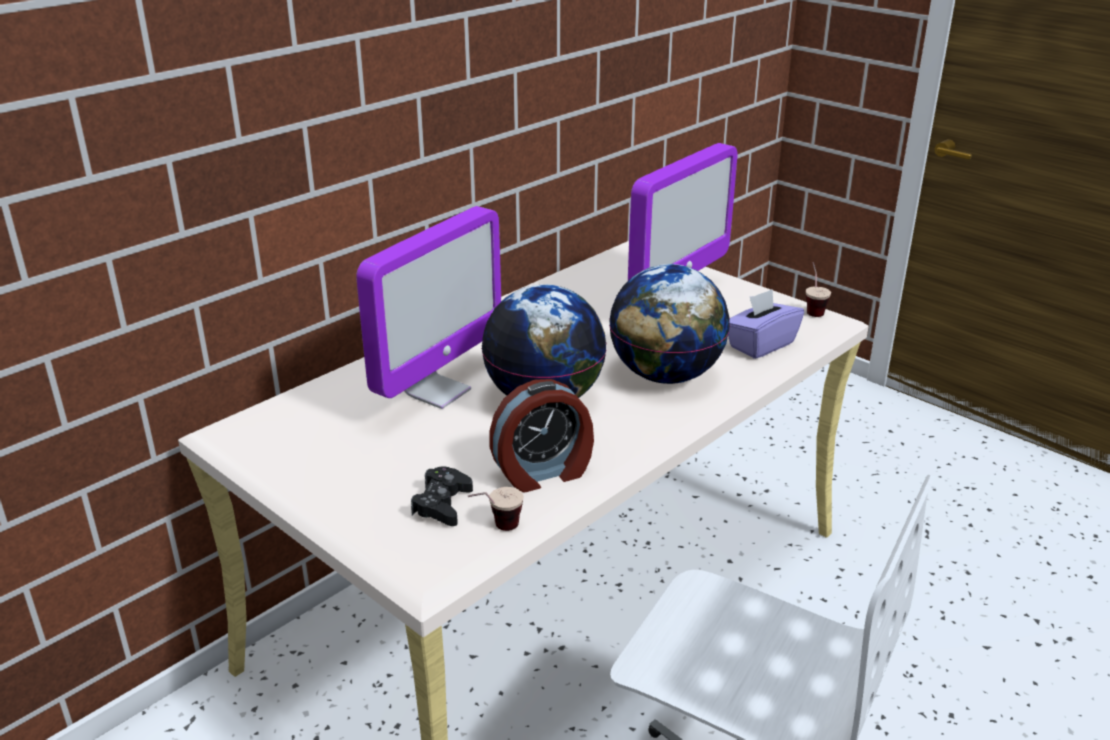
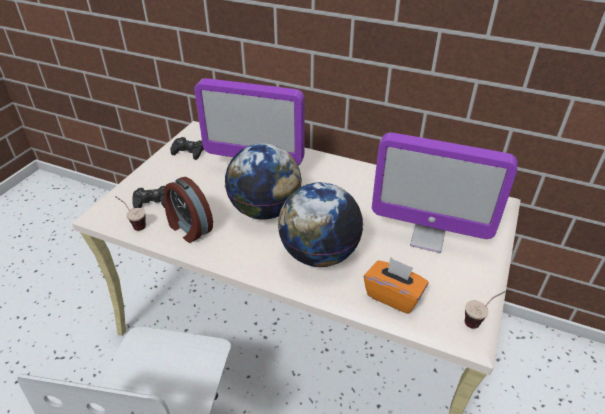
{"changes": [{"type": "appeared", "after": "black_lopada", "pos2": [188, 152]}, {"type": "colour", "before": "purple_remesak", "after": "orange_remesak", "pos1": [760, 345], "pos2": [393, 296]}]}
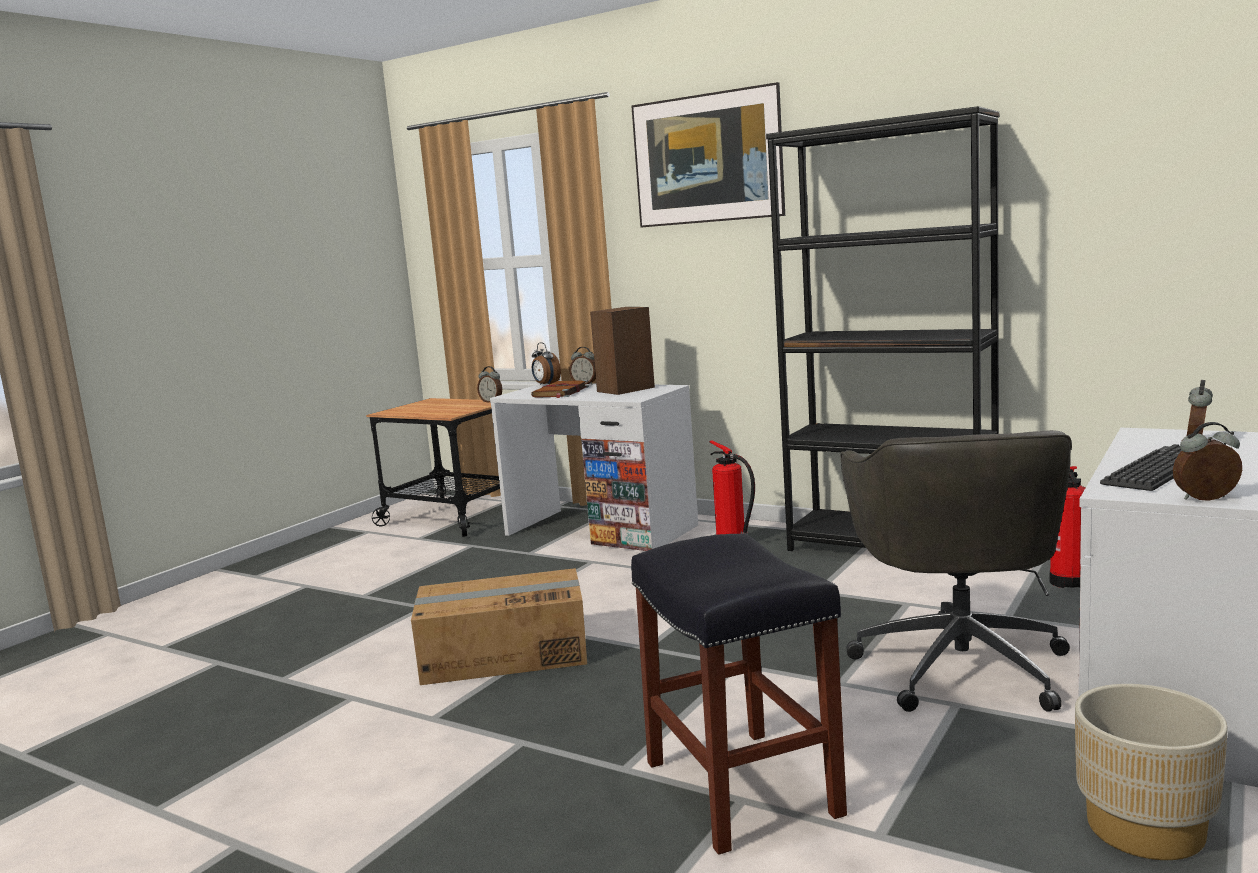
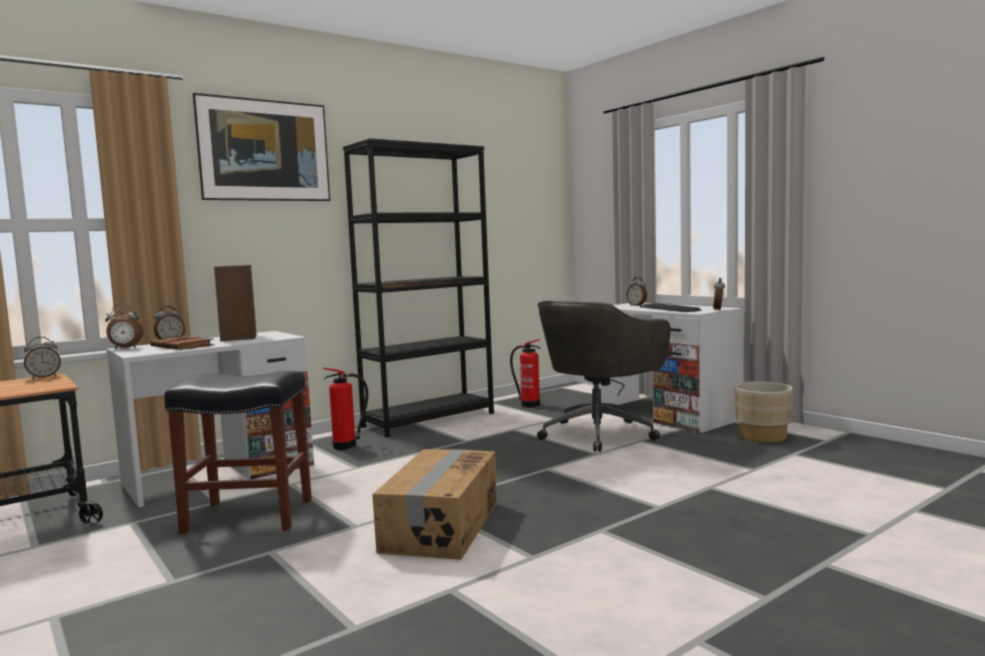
{"changes": [{"type": "relocated", "before": "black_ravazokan", "pos1": [738, 787], "pos2": [247, 516]}, {"type": "spun", "before": "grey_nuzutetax", "pos1": [960, 664], "pos2": [600, 433], "turn": 105}]}
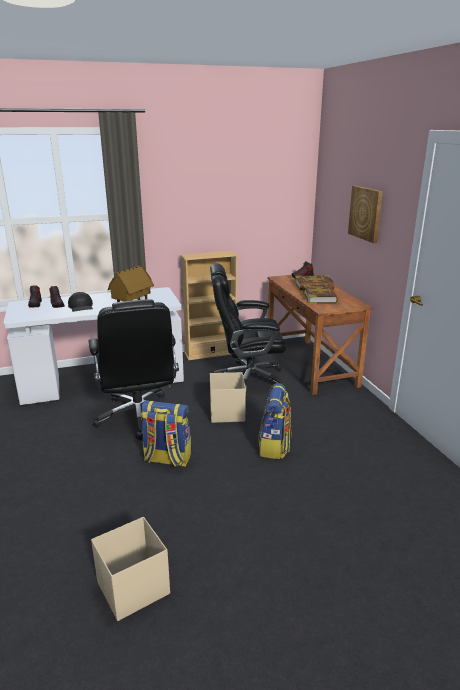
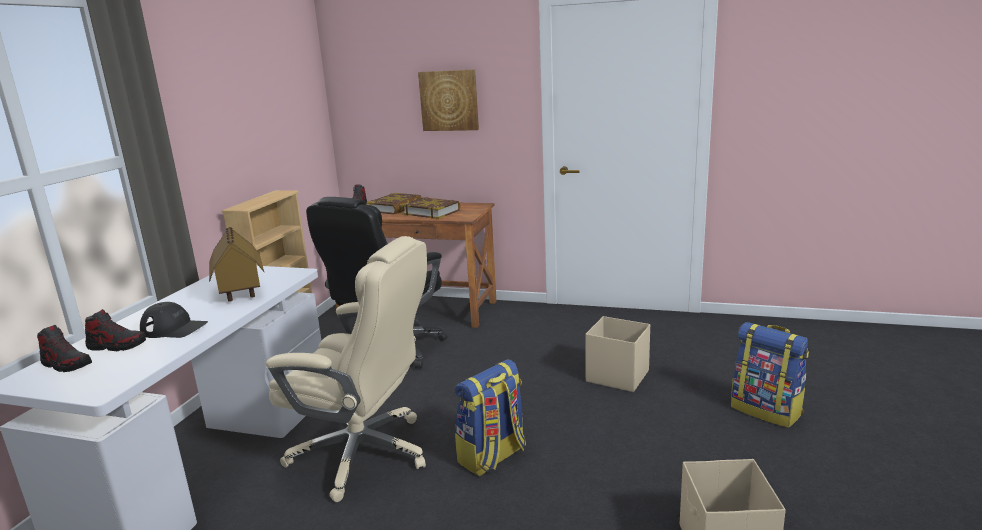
{"changes": [{"type": "colour", "before": "black_nuzutetax", "after": "beige_nuzutetax", "pos1": [139, 417], "pos2": [364, 453]}, {"type": "relocated", "before": "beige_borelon", "pos1": [227, 412], "pos2": [616, 376]}, {"type": "relocated", "before": "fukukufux", "pos1": [274, 446], "pos2": [767, 410]}]}
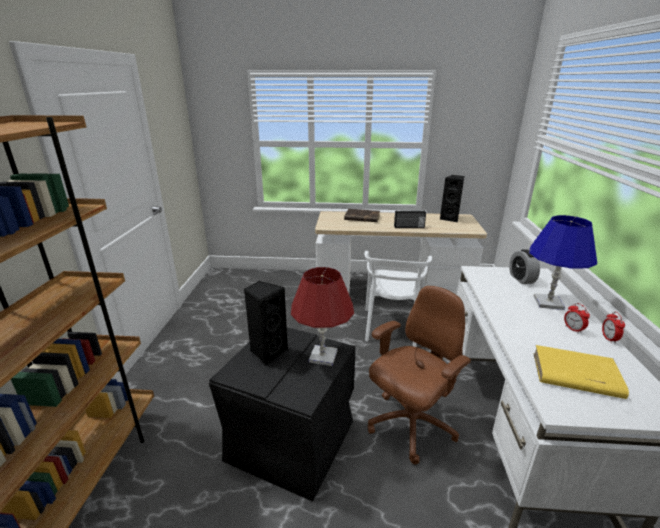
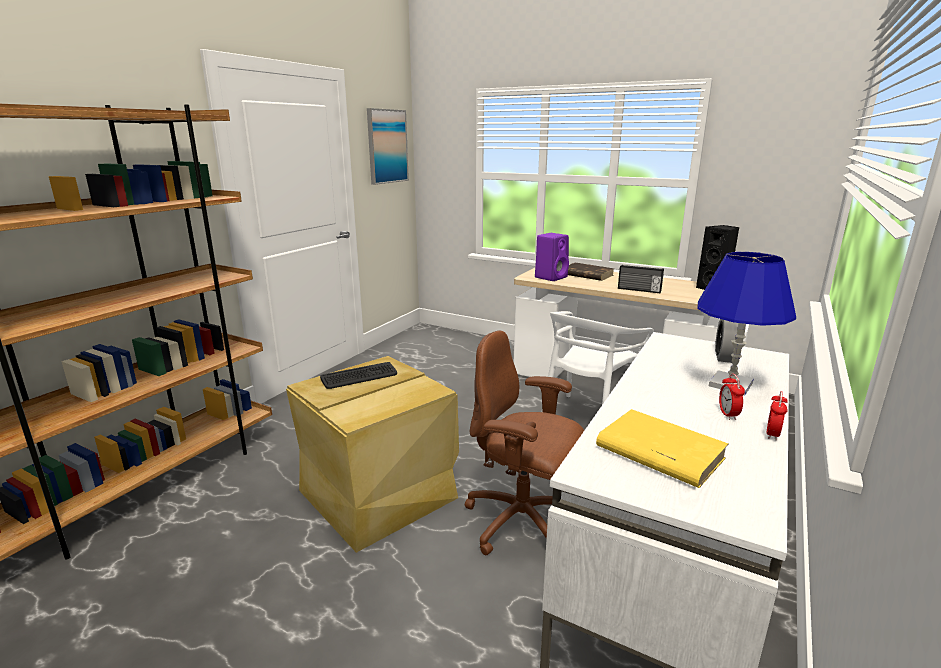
{"changes": [{"type": "colour", "before": "black_borelon", "after": "beige_borelon", "pos1": [293, 439], "pos2": [380, 494]}, {"type": "exchanged", "before": "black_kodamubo", "after": "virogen", "pos1": [268, 352], "pos2": [359, 376]}, {"type": "appeared", "after": "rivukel", "pos2": [387, 146]}, {"type": "spun", "before": "brown_nuzutetax", "pos1": [410, 425], "pos2": [523, 522], "turn": -135}, {"type": "appeared", "after": "purple_kodamubo", "pos2": [551, 277]}, {"type": "missing", "before": "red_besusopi", "pos1": [323, 356]}]}
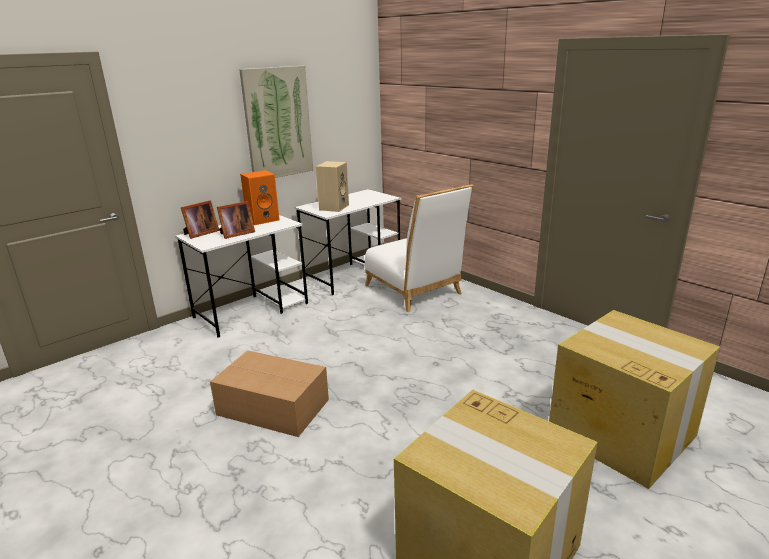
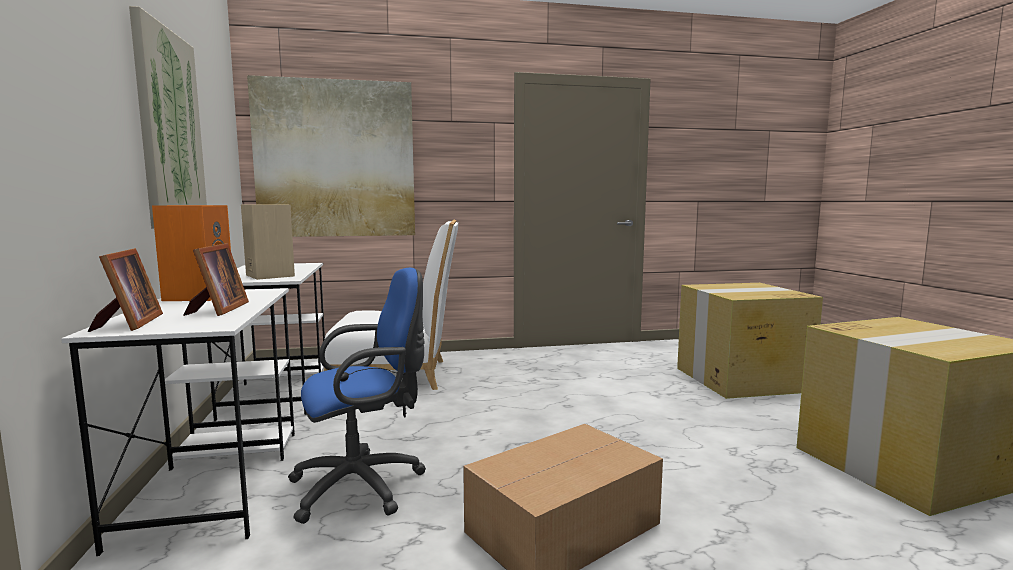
{"changes": [{"type": "appeared", "after": "rivukel", "pos2": [336, 159]}, {"type": "appeared", "after": "blue_nuzutetax", "pos2": [364, 485]}]}
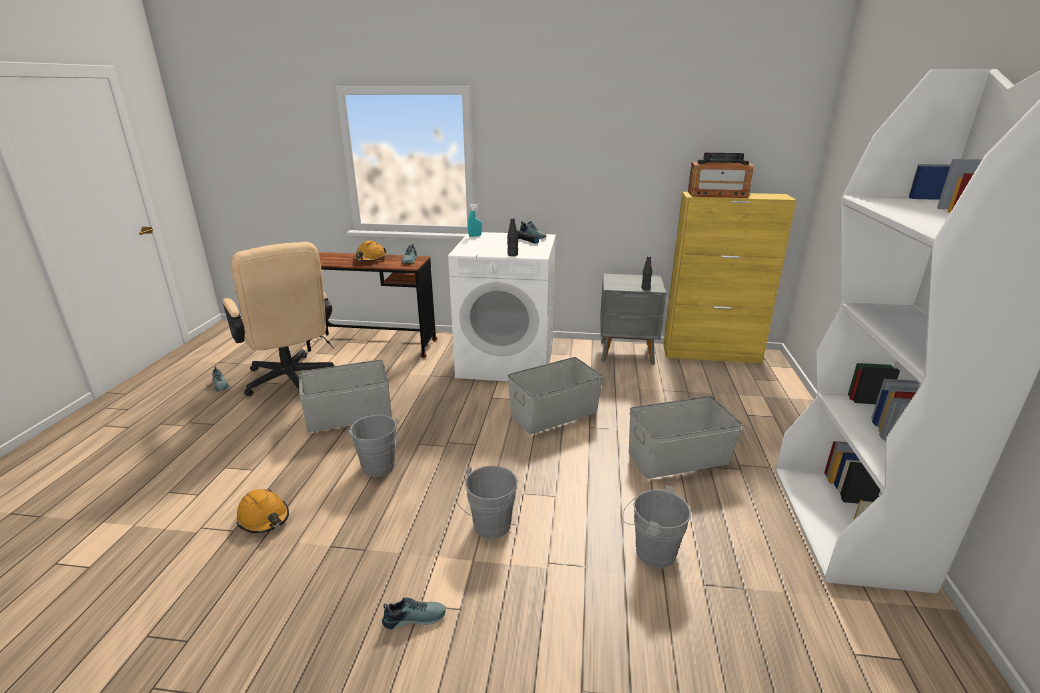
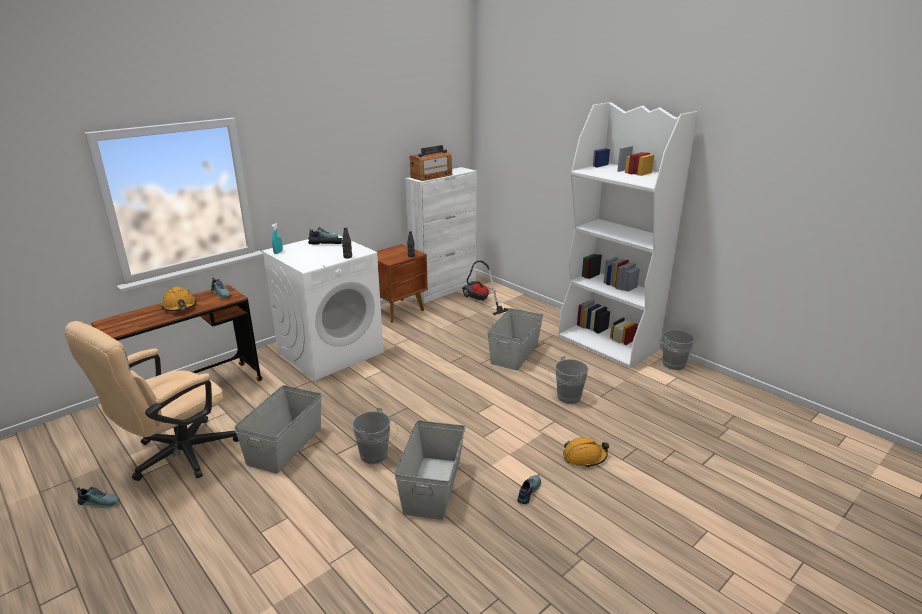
{"changes": [{"type": "spun", "before": "beige_nuzutetax", "pos1": [292, 381], "pos2": [175, 457], "turn": 120}, {"type": "colour", "before": "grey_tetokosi", "after": "brown_tetokosi", "pos1": [627, 353], "pos2": [398, 310]}, {"type": "relocated", "before": "grey_borelon", "pos1": [553, 414], "pos2": [432, 486]}, {"type": "colour", "before": "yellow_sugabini", "after": "white_sugabini", "pos1": [711, 354], "pos2": [444, 290]}, {"type": "appeared", "after": "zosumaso", "pos2": [480, 301]}, {"type": "relocated", "before": "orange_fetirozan", "pos1": [264, 518], "pos2": [584, 457]}, {"type": "relocated", "before": "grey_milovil", "pos1": [489, 528], "pos2": [675, 365]}]}
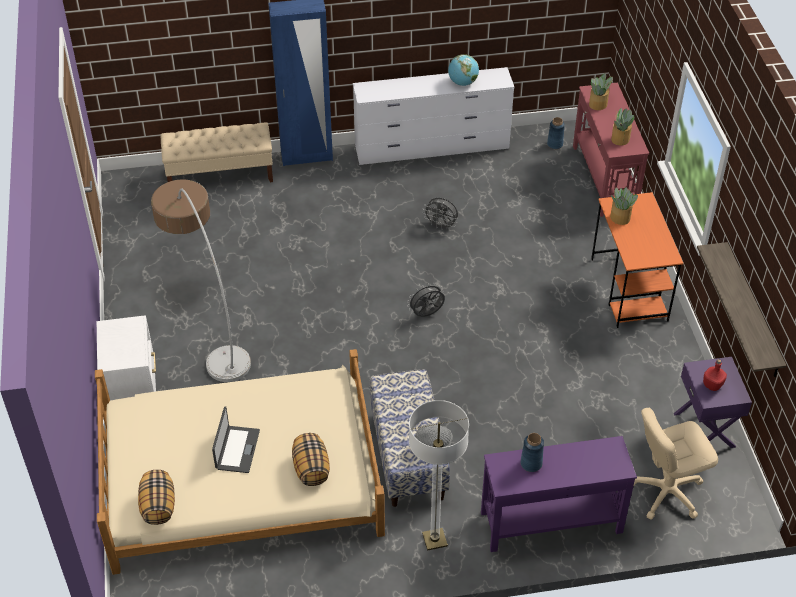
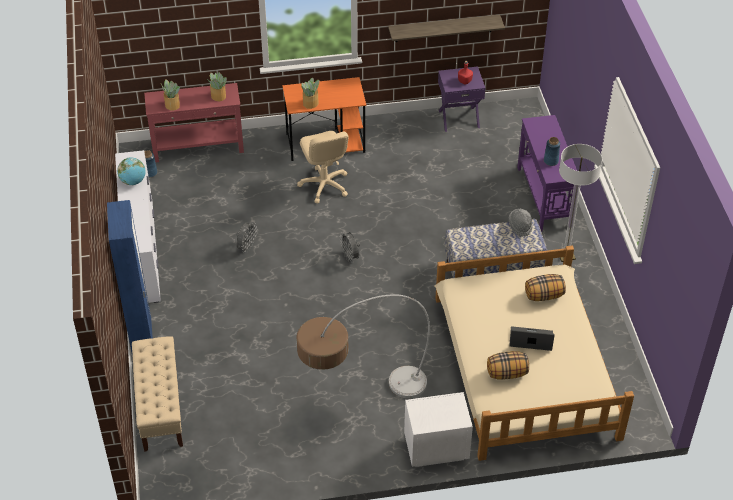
{"changes": [{"type": "relocated", "before": "beige_nuzutetax", "pos1": [666, 492], "pos2": [324, 185]}, {"type": "relocated", "before": "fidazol", "pos1": [158, 506], "pos2": [506, 373]}]}
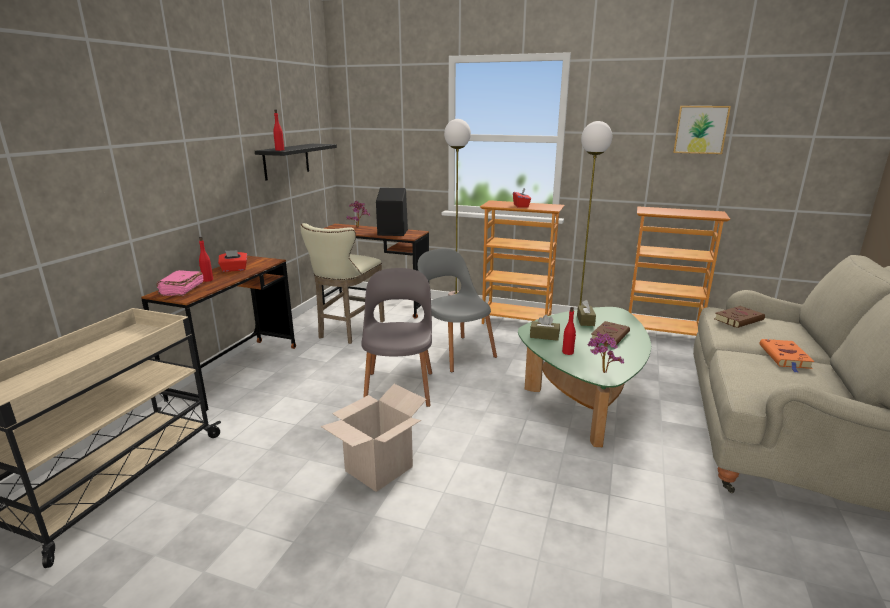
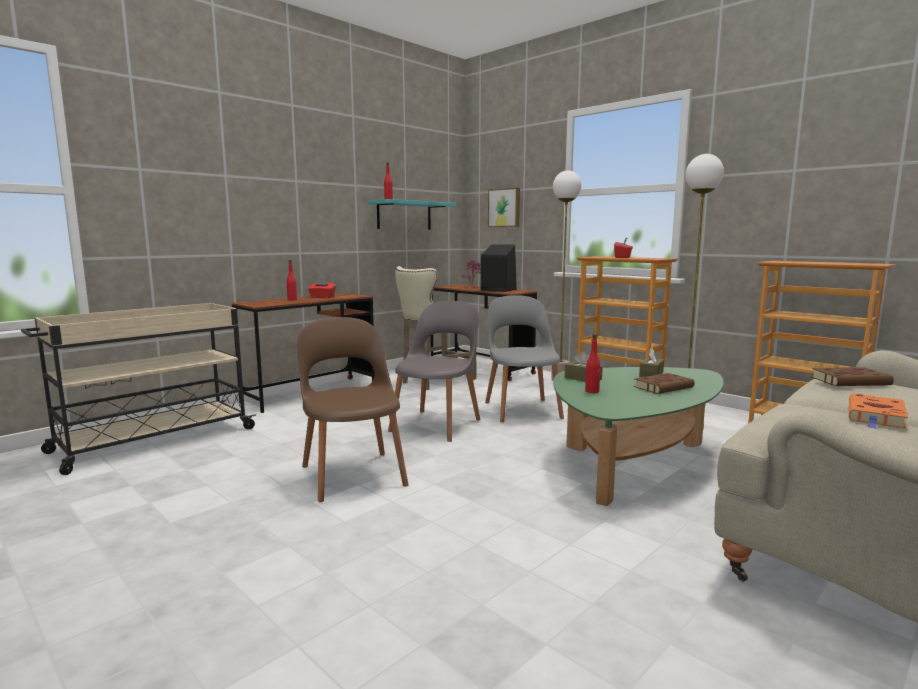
{"changes": [{"type": "exchanged", "before": "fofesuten", "after": "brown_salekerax", "pos1": [378, 469], "pos2": [353, 473]}, {"type": "colour", "before": "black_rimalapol", "after": "turquoise_rimalapol", "pos1": [286, 161], "pos2": [404, 215]}, {"type": "relocated", "before": "rivukel", "pos1": [700, 129], "pos2": [504, 208]}, {"type": "missing", "before": "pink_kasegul", "pos1": [181, 290]}, {"type": "missing", "before": "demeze", "pos1": [601, 373]}]}
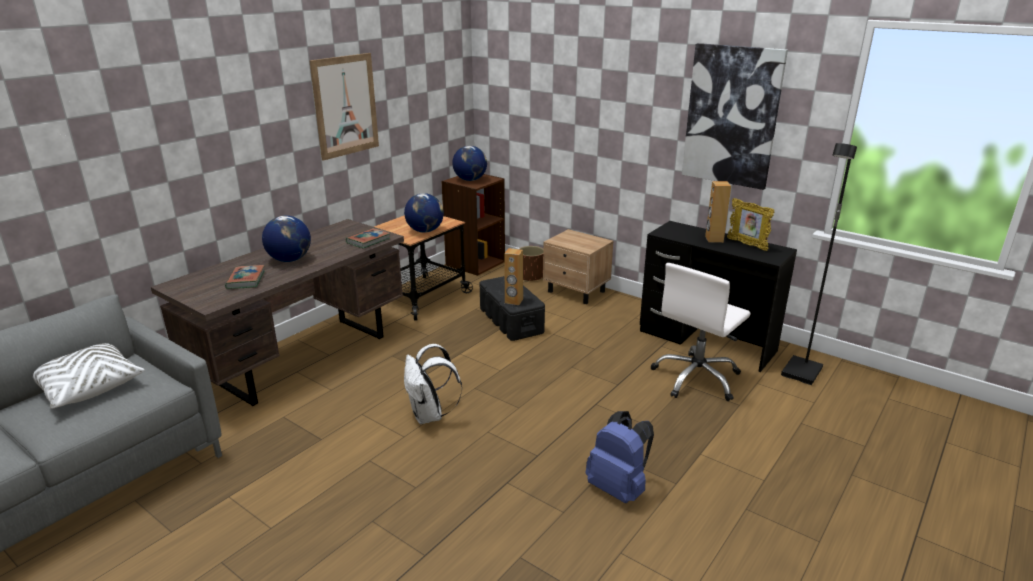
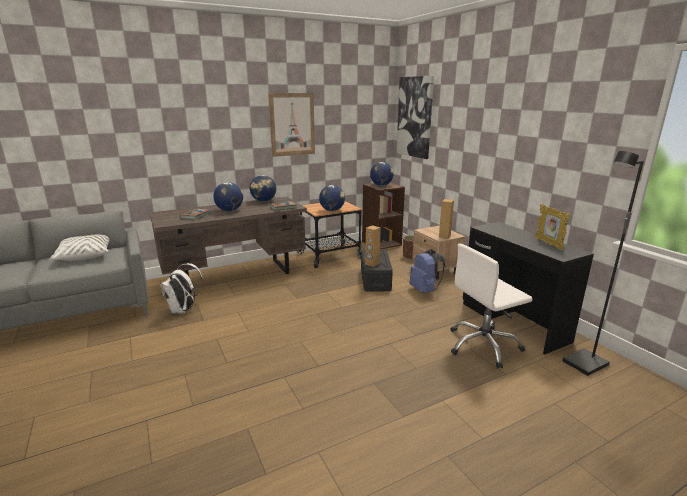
{"changes": [{"type": "relocated", "before": "white_fukukufux", "pos1": [429, 415], "pos2": [184, 310]}, {"type": "appeared", "after": "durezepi", "pos2": [264, 201]}, {"type": "relocated", "before": "rivukel", "pos1": [732, 116], "pos2": [415, 117]}, {"type": "relocated", "before": "blue_fukukufux", "pos1": [619, 488], "pos2": [425, 290]}, {"type": "relocated", "before": "brown_kodamubo", "pos1": [713, 239], "pos2": [444, 236]}]}
